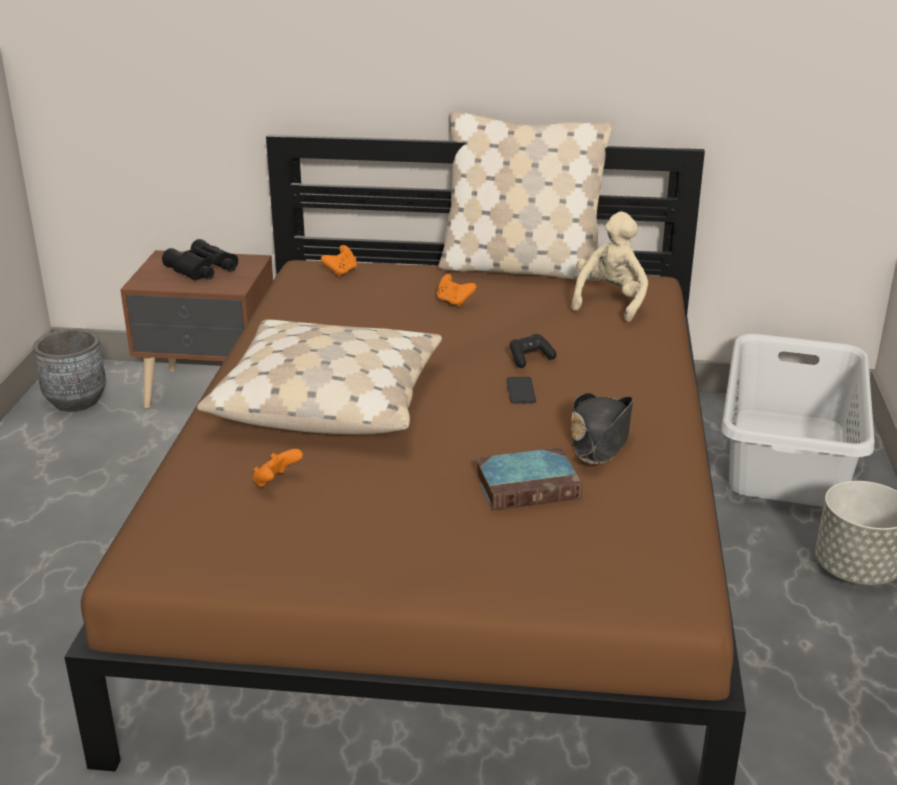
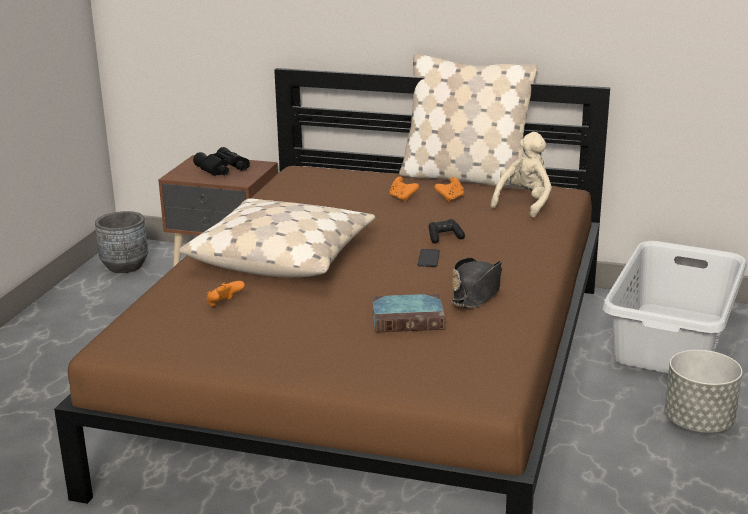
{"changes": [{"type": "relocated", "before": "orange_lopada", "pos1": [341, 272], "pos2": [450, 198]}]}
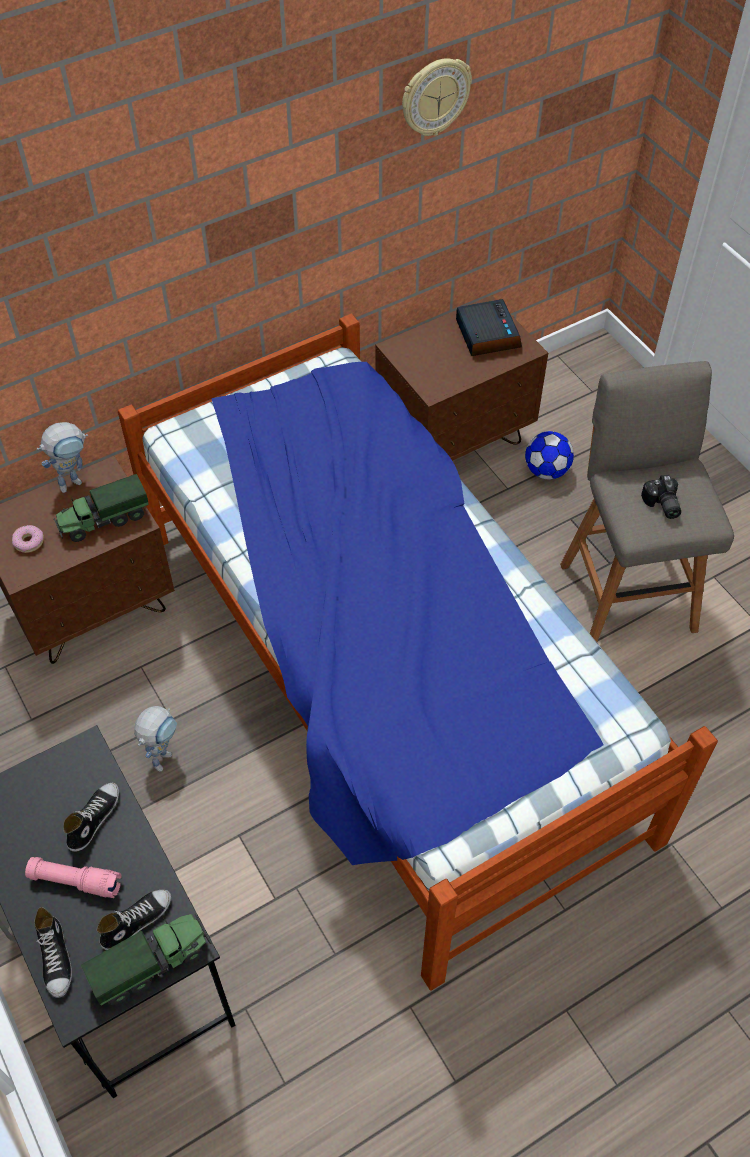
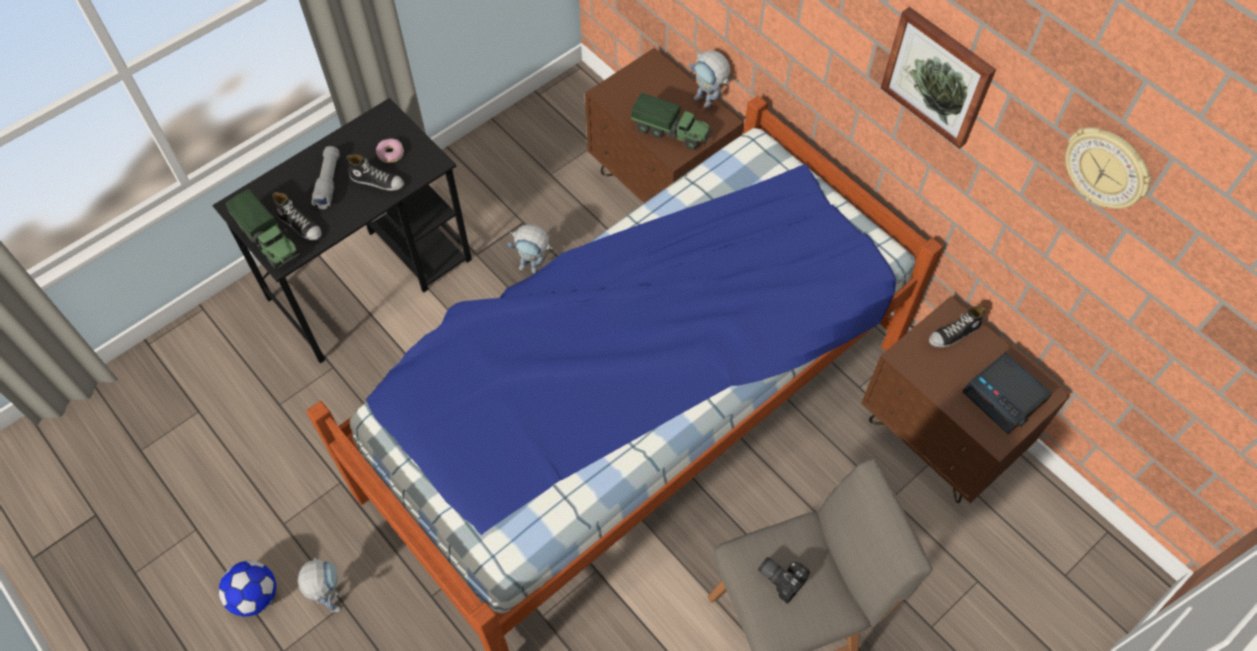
{"changes": [{"type": "relocated", "before": "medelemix", "pos1": [546, 471], "pos2": [255, 596]}, {"type": "appeared", "after": "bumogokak", "pos2": [331, 597]}, {"type": "colour", "before": "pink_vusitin", "after": "grey_vusitin", "pos1": [75, 881], "pos2": [328, 182]}, {"type": "relocated", "before": "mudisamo", "pos1": [29, 542], "pos2": [391, 153]}, {"type": "spun", "before": "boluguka", "pos1": [103, 520], "pos2": [671, 132], "turn": 150}, {"type": "spun", "before": "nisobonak", "pos1": [661, 505], "pos2": [782, 577], "turn": 60}, {"type": "appeared", "after": "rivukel", "pos2": [938, 76]}, {"type": "relocated", "before": "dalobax", "pos1": [56, 958], "pos2": [954, 334]}, {"type": "spun", "before": "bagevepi", "pos1": [487, 334], "pos2": [1005, 397], "turn": 75}]}
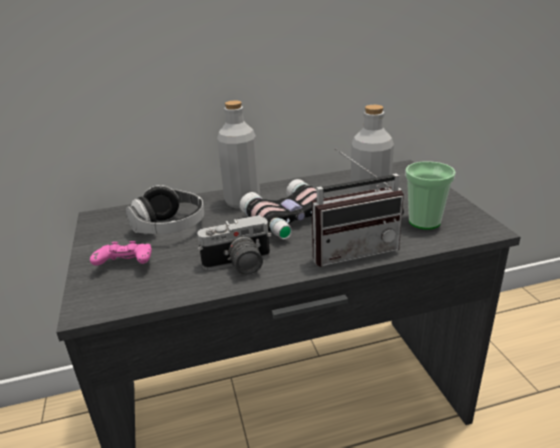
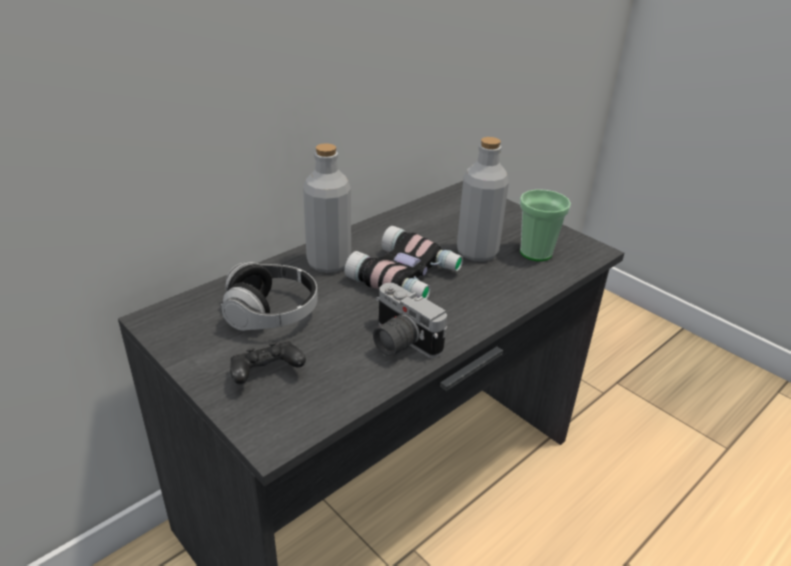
{"changes": [{"type": "colour", "before": "pink_lopada", "after": "black_lopada", "pos1": [126, 265], "pos2": [266, 374]}, {"type": "spun", "before": "nisobonak", "pos1": [239, 266], "pos2": [399, 343], "turn": 90}, {"type": "missing", "before": "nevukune", "pos1": [352, 250]}]}
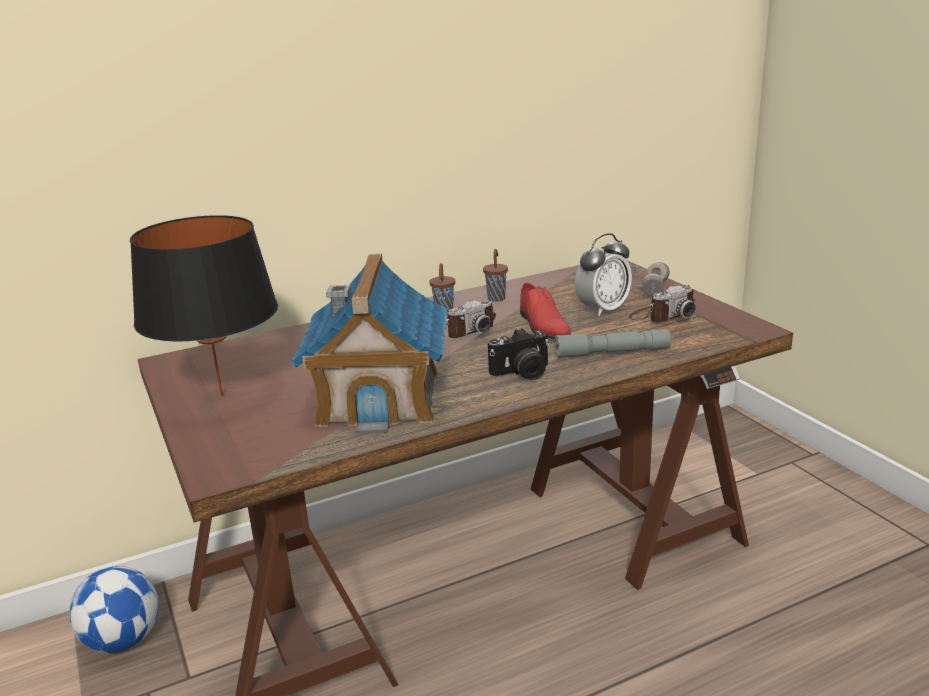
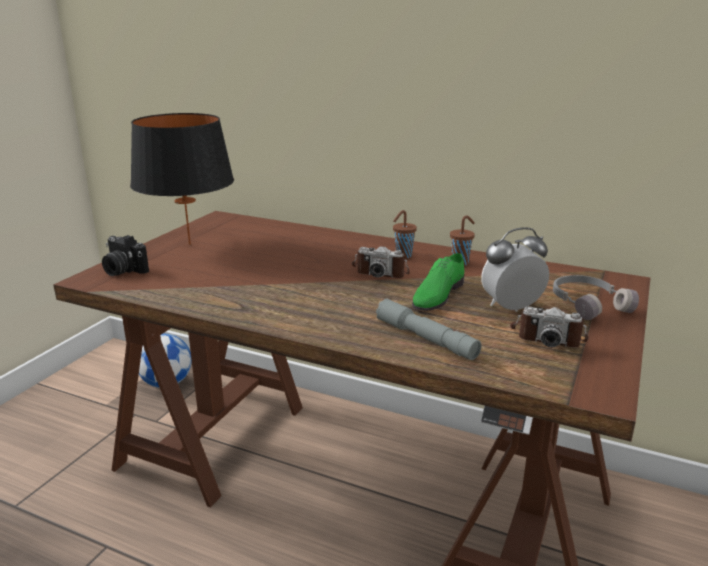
{"changes": [{"type": "relocated", "before": "nisobonak", "pos1": [522, 373], "pos2": [123, 270]}, {"type": "colour", "before": "red_dalobax", "after": "green_dalobax", "pos1": [542, 325], "pos2": [437, 294]}, {"type": "spun", "before": "bagevepi", "pos1": [602, 310], "pos2": [511, 307], "turn": 150}, {"type": "missing", "before": "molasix", "pos1": [380, 397]}]}
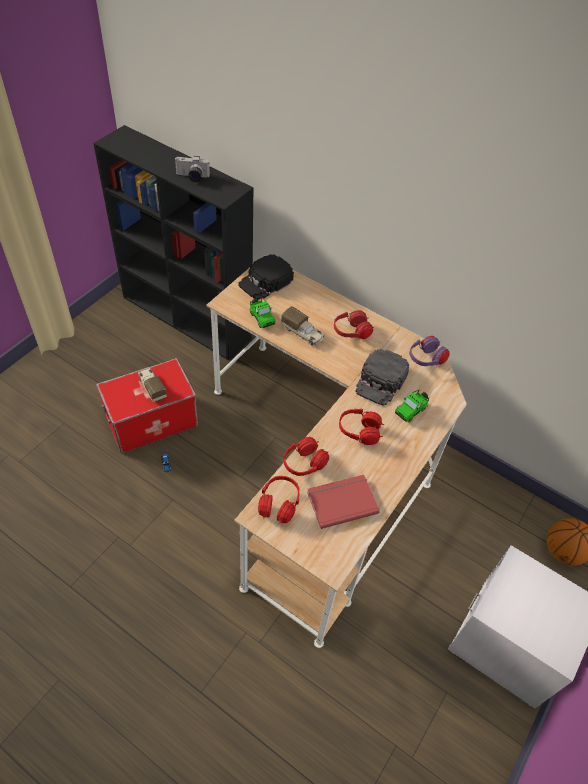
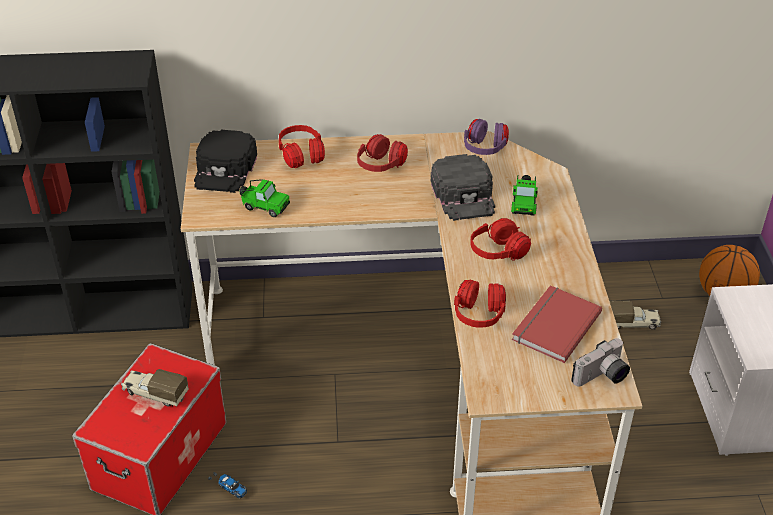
{"changes": [{"type": "relocated", "before": "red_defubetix", "pos1": [279, 505], "pos2": [301, 157]}, {"type": "relocated", "before": "nisobonak", "pos1": [192, 177], "pos2": [602, 377]}, {"type": "relocated", "before": "boluguka", "pos1": [303, 333], "pos2": [631, 323]}]}
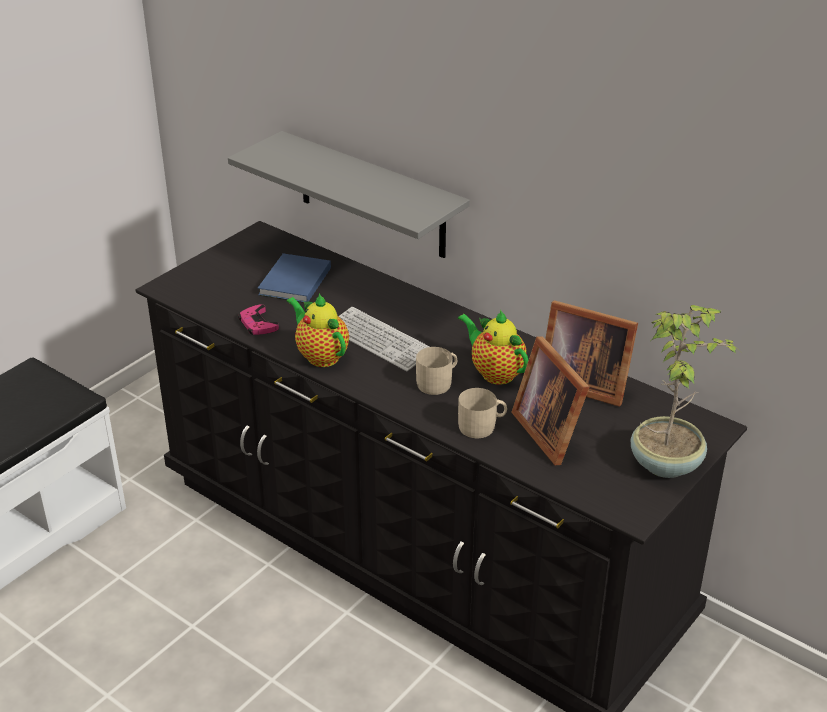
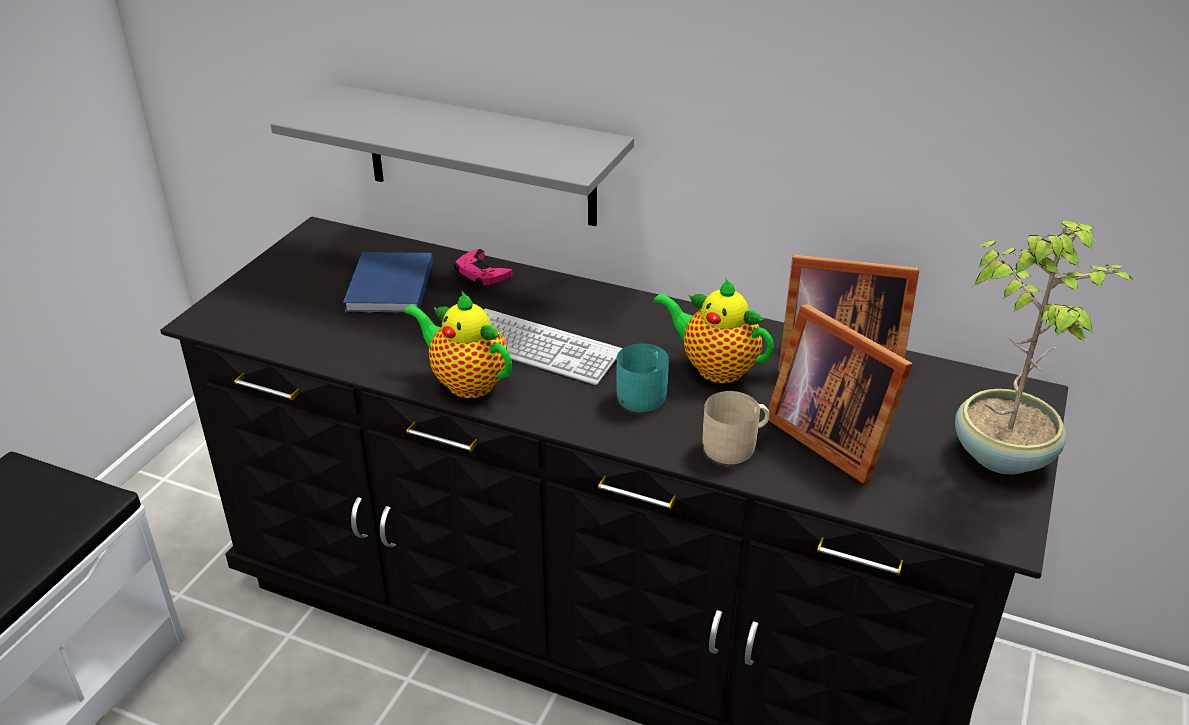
{"changes": [{"type": "relocated", "before": "pink_lopada", "pos1": [258, 324], "pos2": [482, 273]}, {"type": "colour", "before": "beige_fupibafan", "after": "turquoise_fupibafan", "pos1": [438, 383], "pos2": [646, 394]}]}
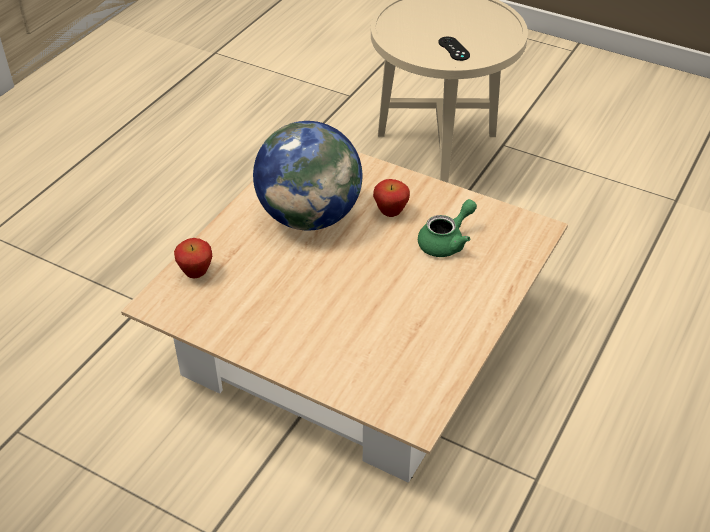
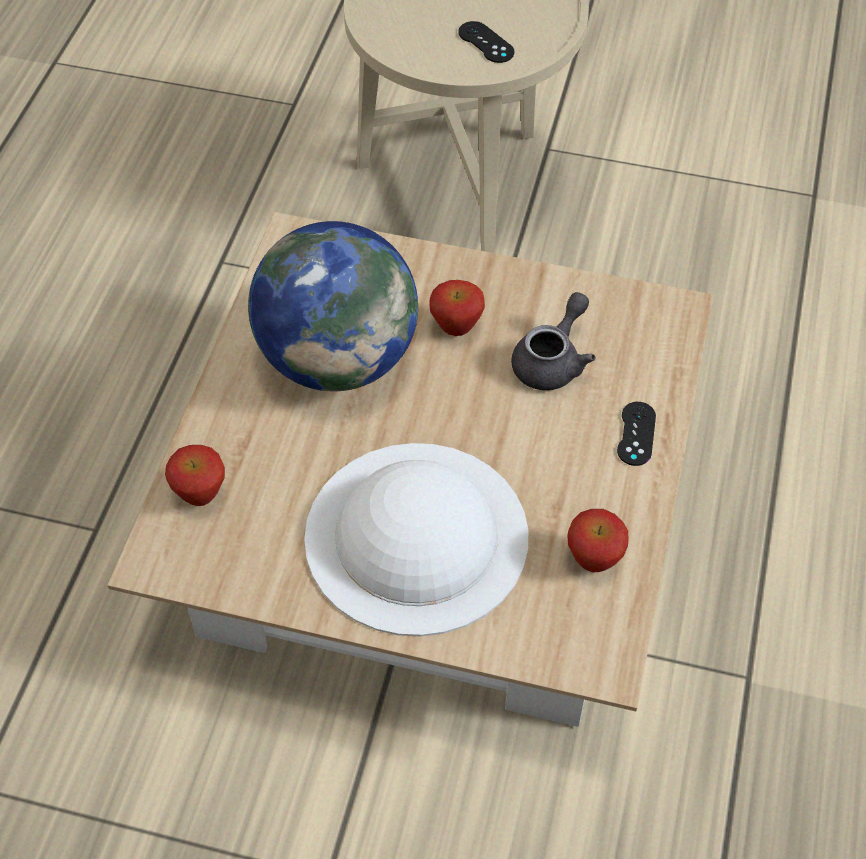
{"changes": [{"type": "appeared", "after": "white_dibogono", "pos2": [416, 536]}, {"type": "colour", "before": "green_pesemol", "after": "grey_pesemol", "pos1": [446, 242], "pos2": [552, 361]}, {"type": "appeared", "after": "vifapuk", "pos2": [593, 561]}, {"type": "appeared", "after": "black_lopada", "pos2": [636, 434]}]}
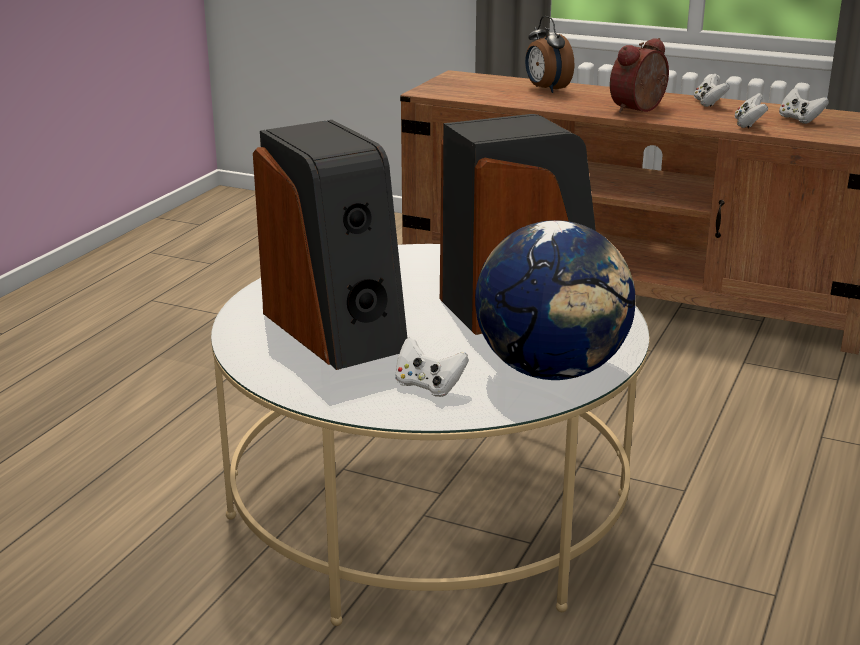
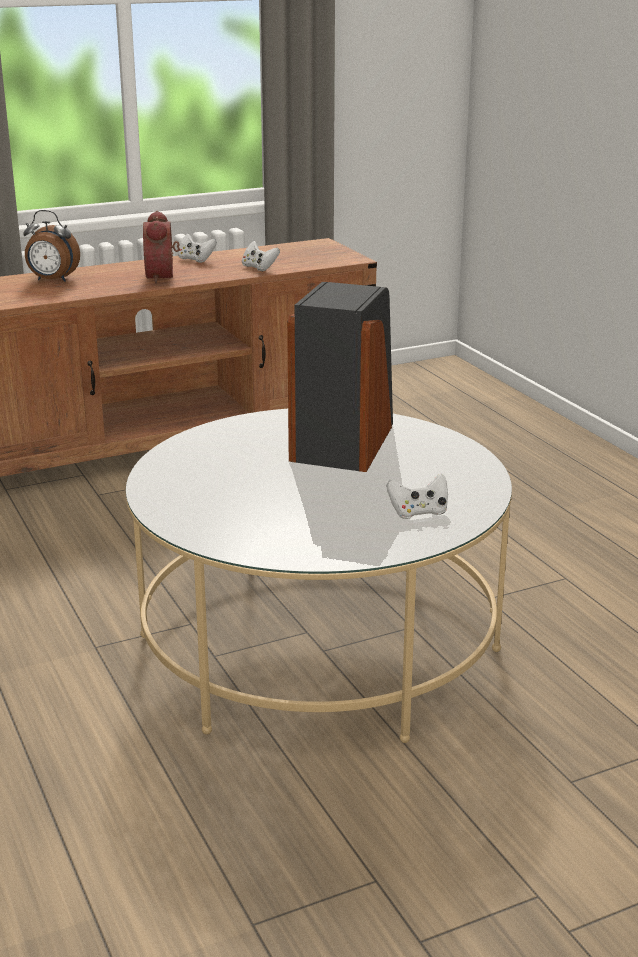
{"changes": [{"type": "missing", "before": "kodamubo", "pos1": [336, 330]}, {"type": "missing", "before": "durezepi", "pos1": [552, 371]}, {"type": "missing", "before": "white_lopada", "pos1": [799, 120]}]}
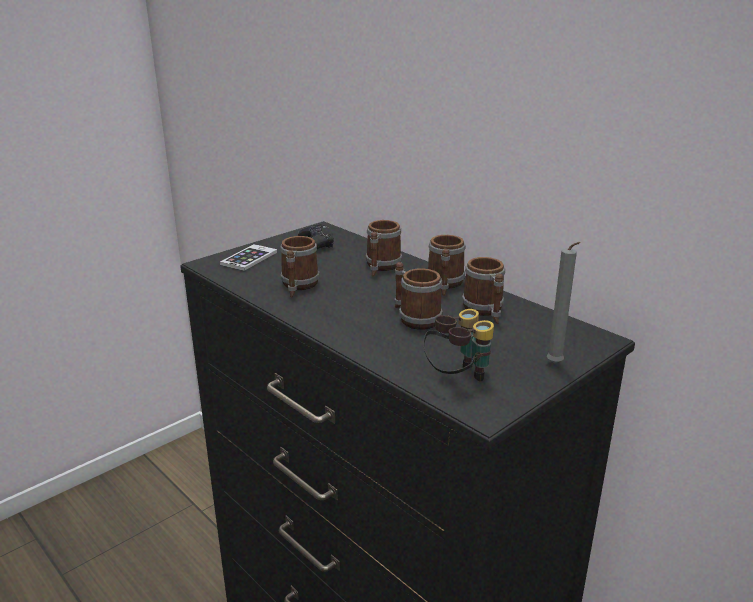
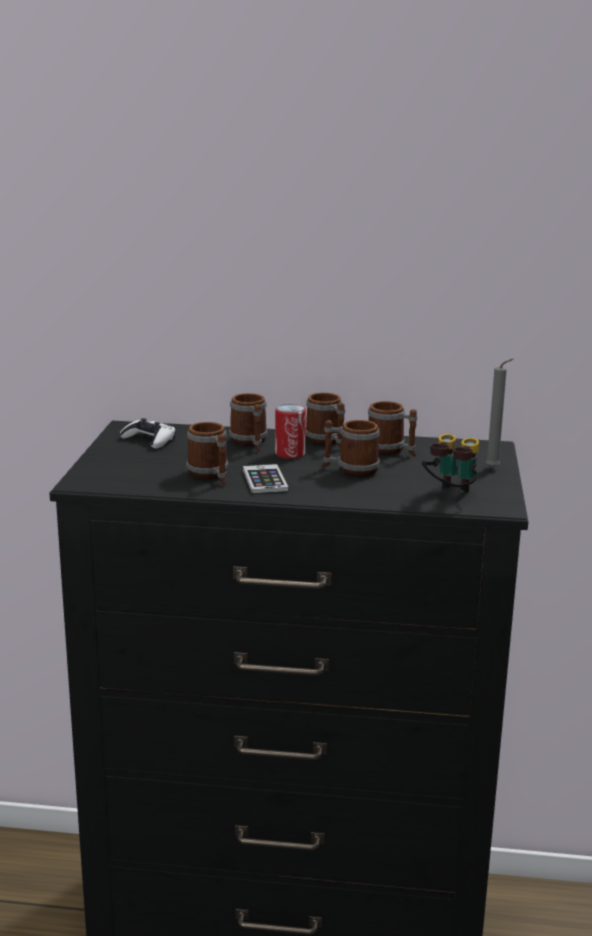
{"changes": [{"type": "colour", "before": "black_lopada", "after": "white_lopada", "pos1": [316, 243], "pos2": [149, 440]}, {"type": "relocated", "before": "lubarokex", "pos1": [249, 258], "pos2": [265, 480]}, {"type": "appeared", "after": "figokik", "pos2": [290, 453]}]}
